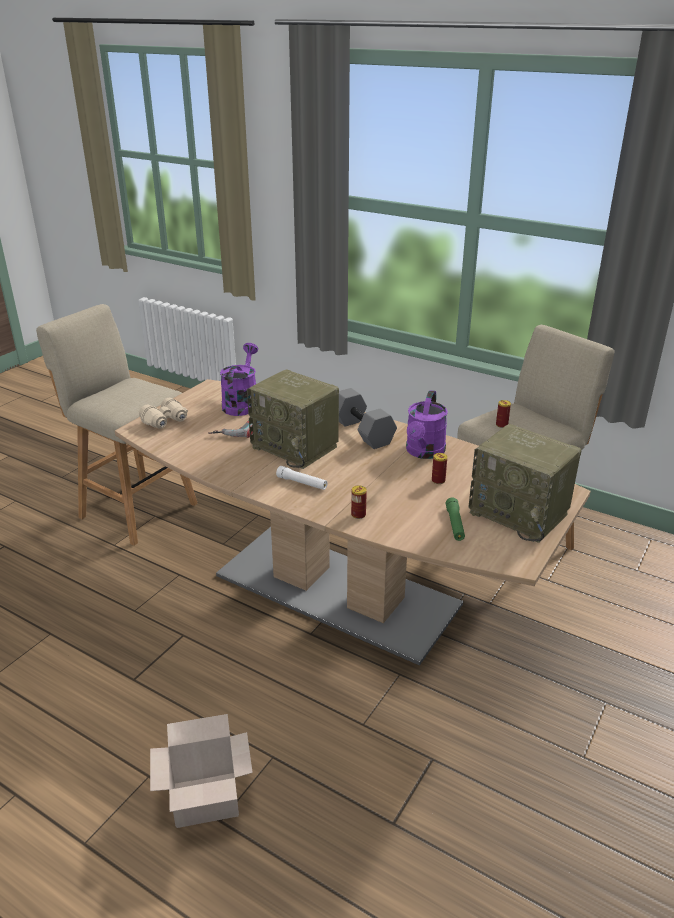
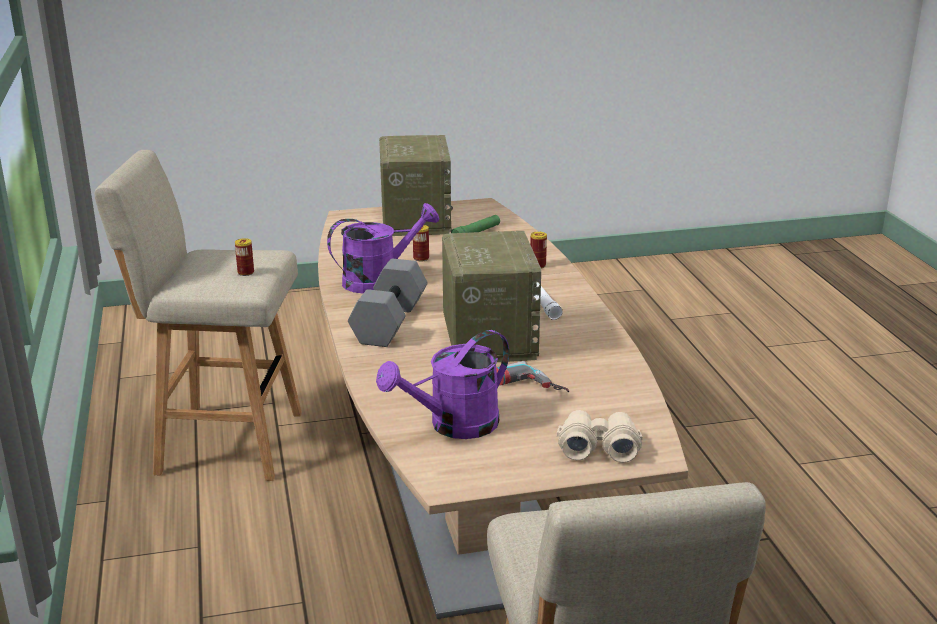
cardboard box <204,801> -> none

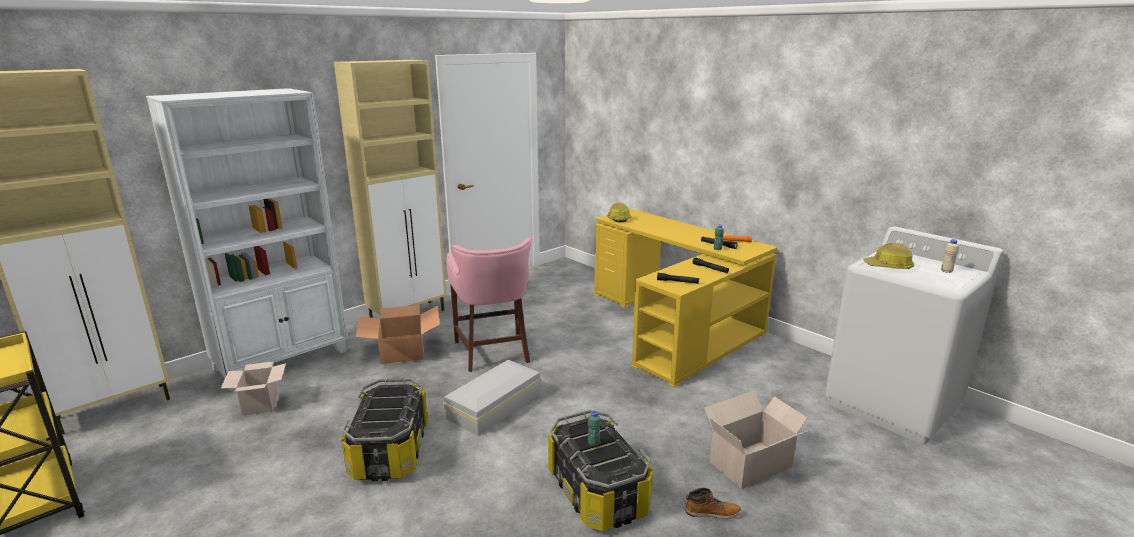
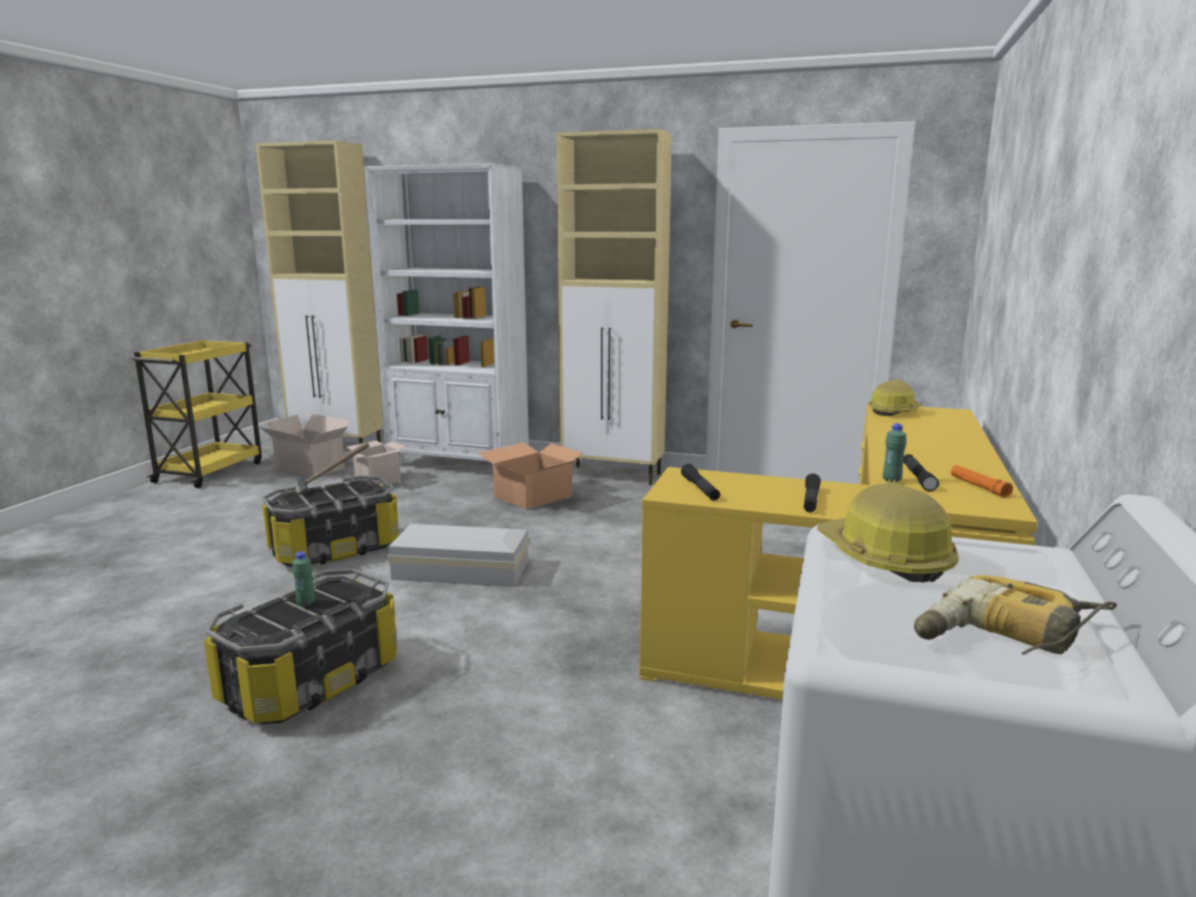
stool (pink) <493,352> -> none
boot <712,512> -> none
none -> hammer <332,489>
cardboard box <752,464> -> cardboard box <311,469>, relocated
bottle (beige) <946,271> -> power drill <1008,637>

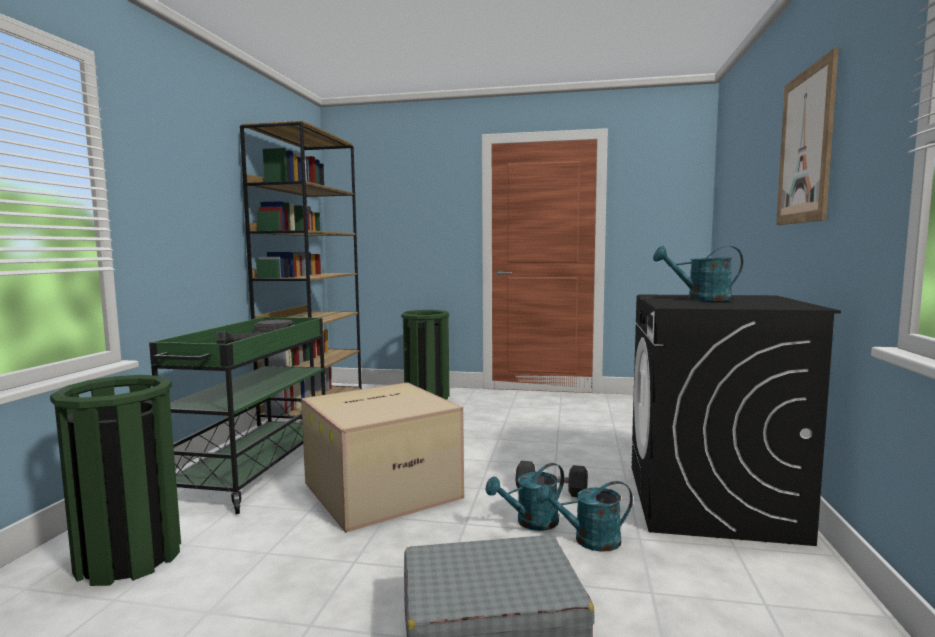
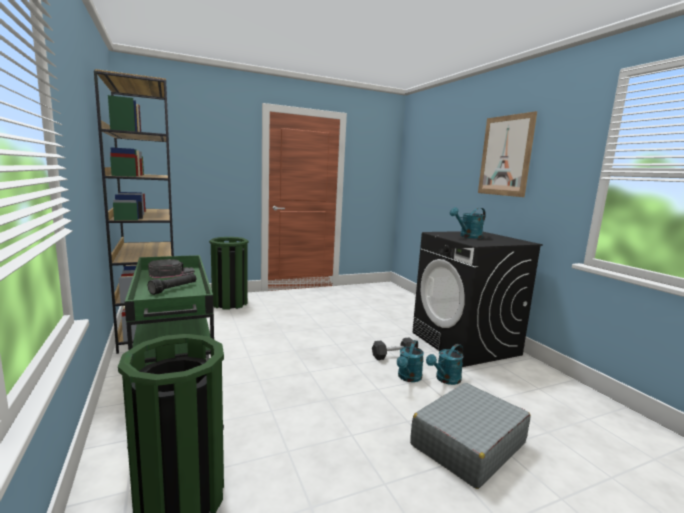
cardboard box <383,489> -> none

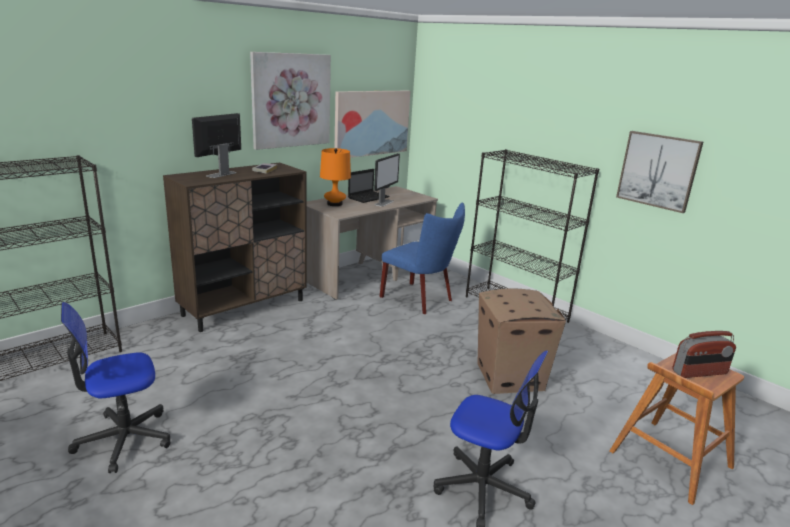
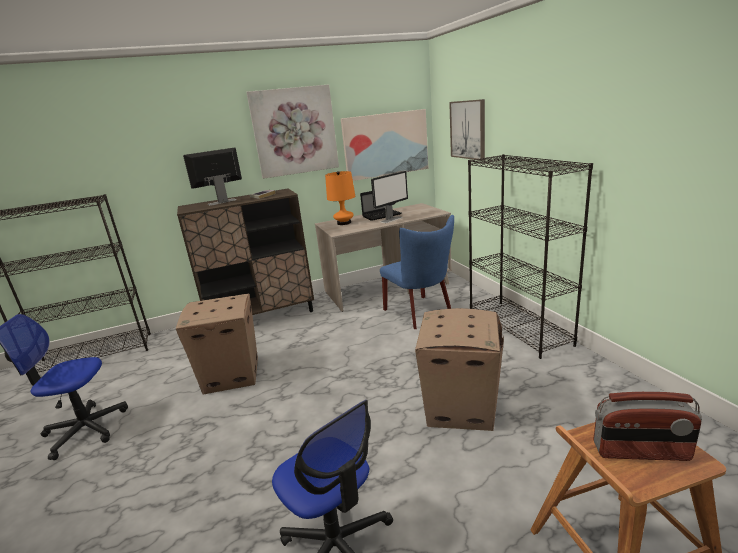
none -> cardboard box <232,375>
picture <658,170> -> picture <468,129>, relocated

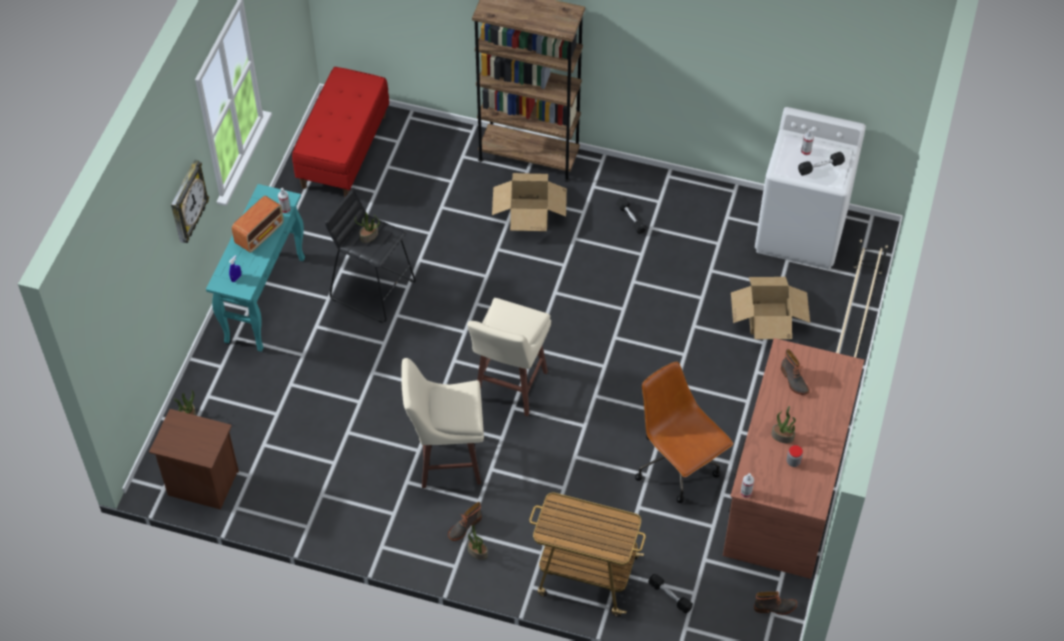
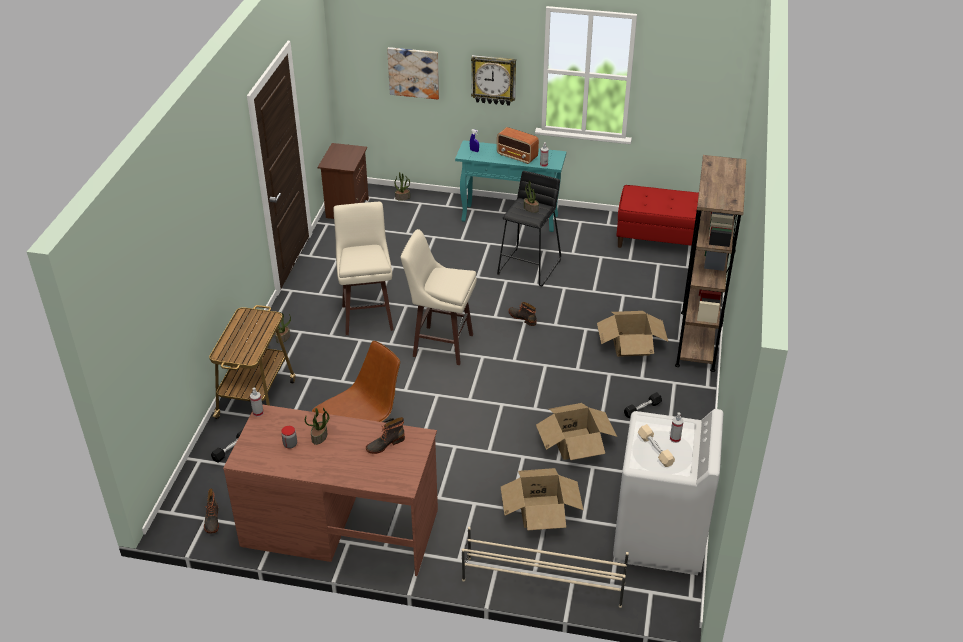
none -> picture <414,72>
none -> cardboard box <574,443>
boot <464,527> -> boot <523,317>, relocated
dumbbell (black) <820,167> -> dumbbell (beige) <655,450>

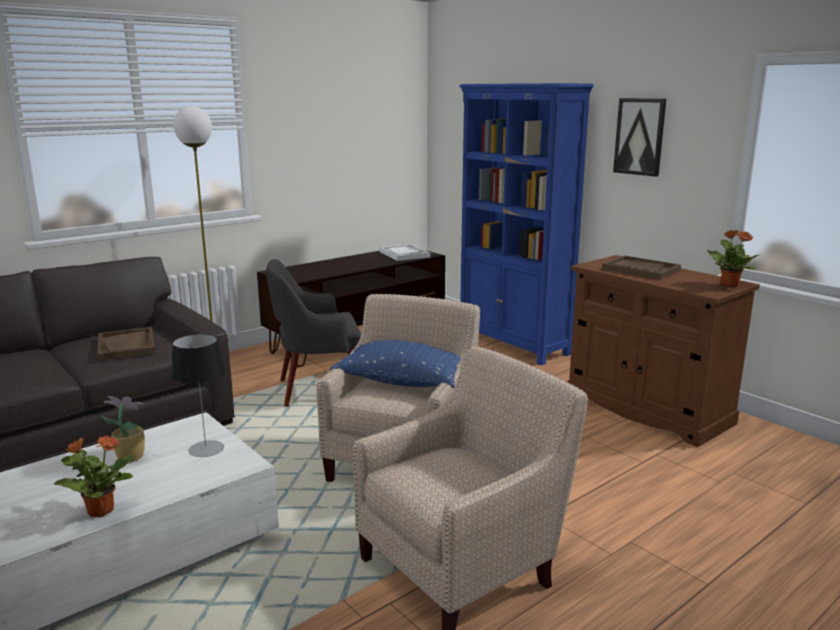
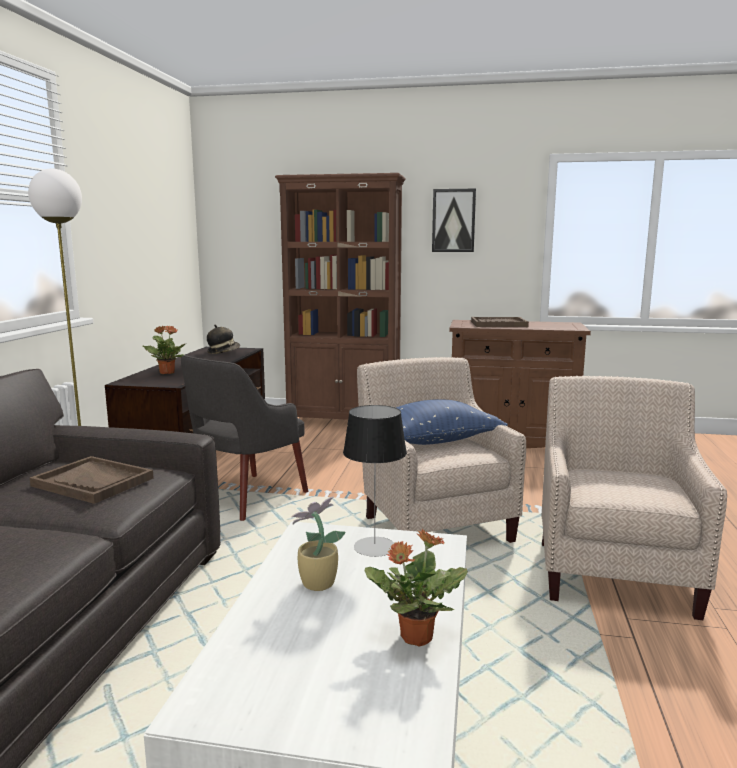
potted plant <729,284> -> potted plant <167,372>, relocated
tray (white) <404,254> -> hat <223,352>
bookcase (blue) <513,344> -> bookcase (brown) <344,422>

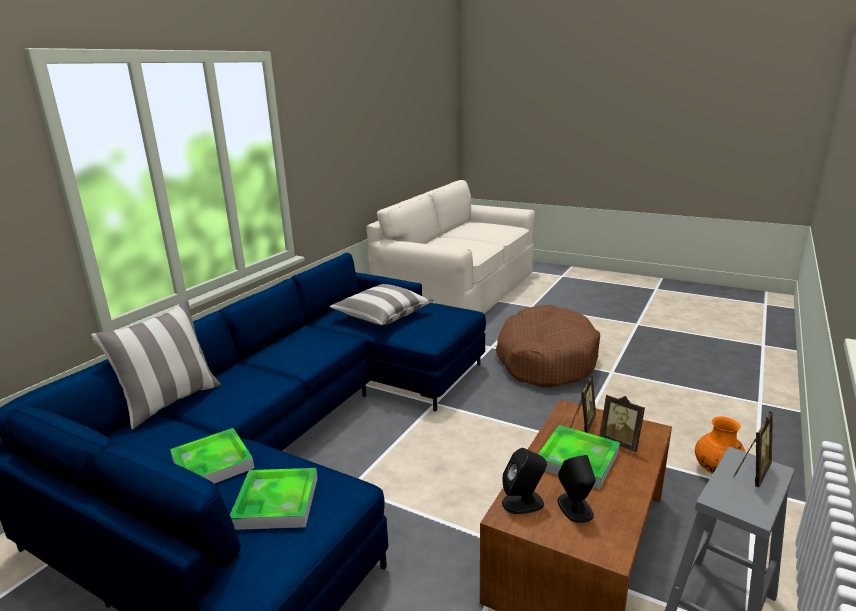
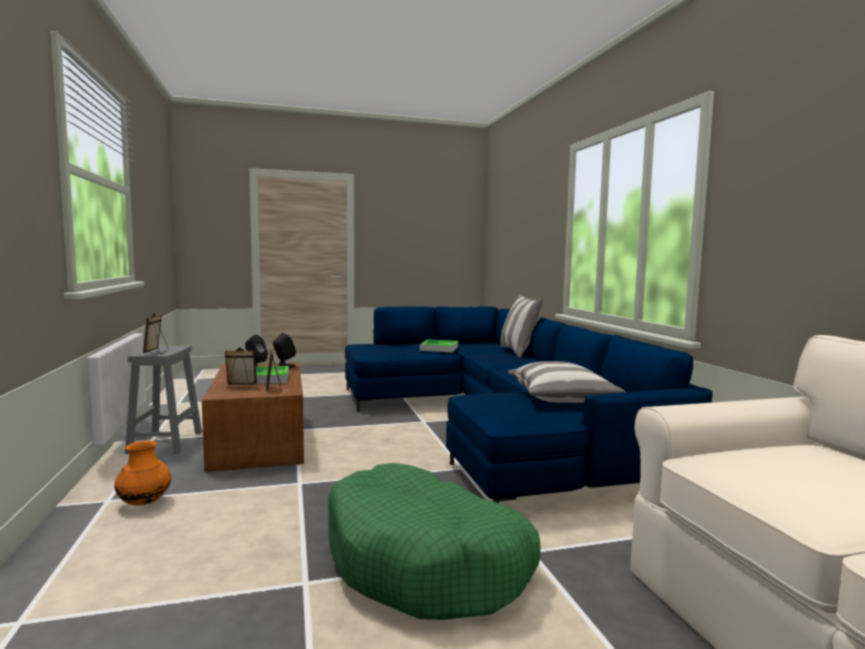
tray <276,502> -> none
dog bed (brown) <545,359> -> dog bed (green) <426,562>

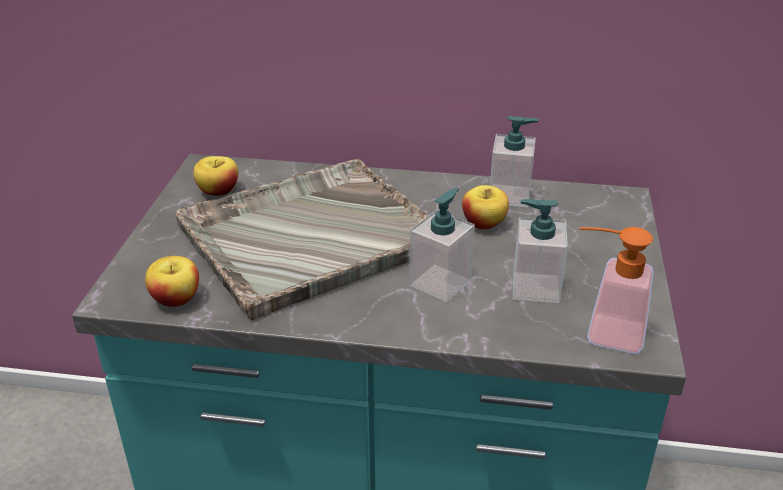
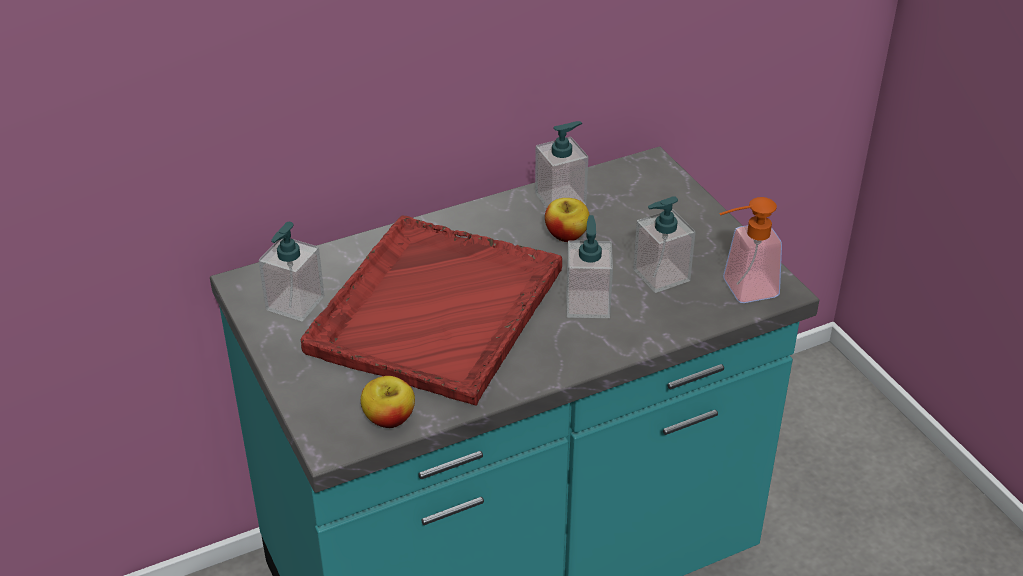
apple <218,191> -> soap dispenser <295,303>
tray (grey) <308,236> -> tray (red) <434,311>

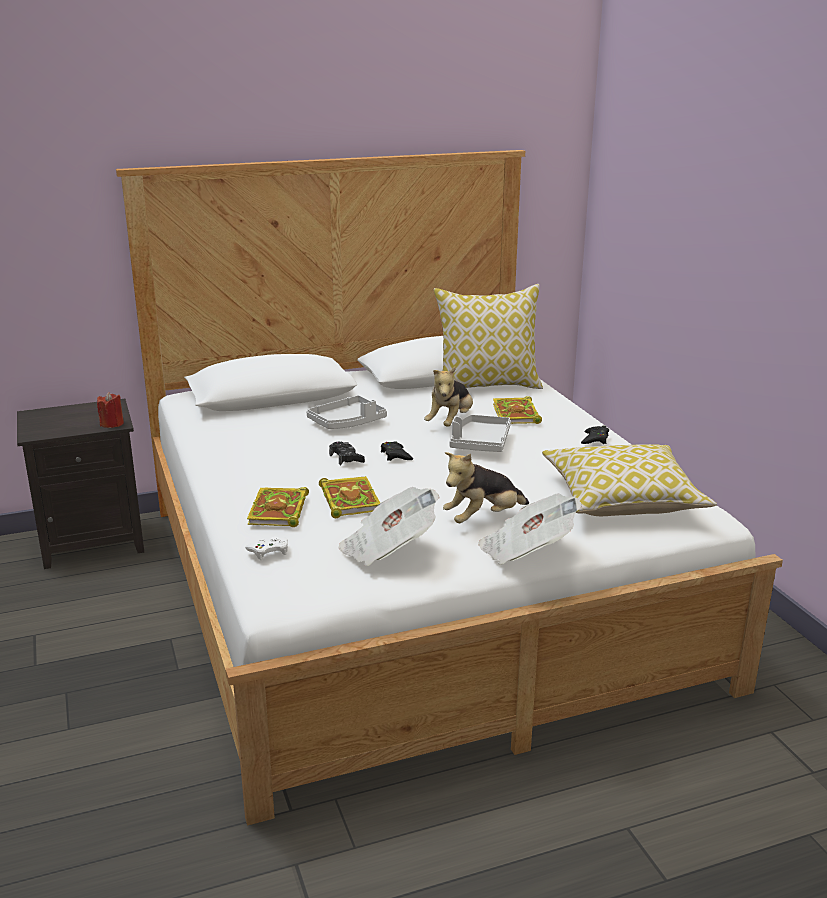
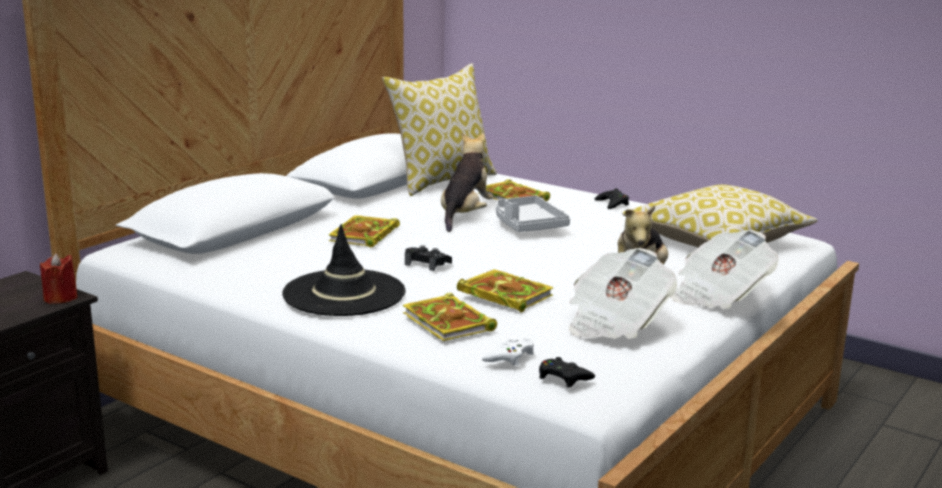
none -> hat (black) <344,293>
game controller (black) <395,455> -> game controller (black) <563,378>, relocated
tray (grey) <347,422> -> book <364,236>
plush toy <450,422> -> plush toy <465,215>, 150 degrees counterclockwise

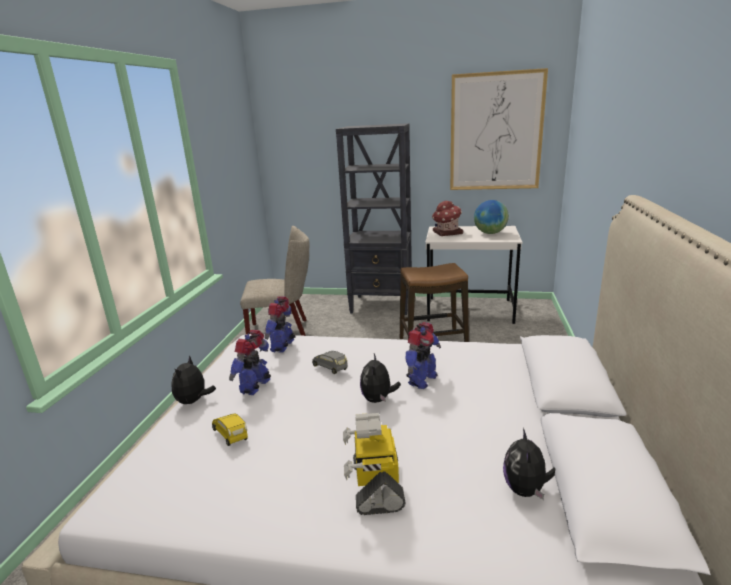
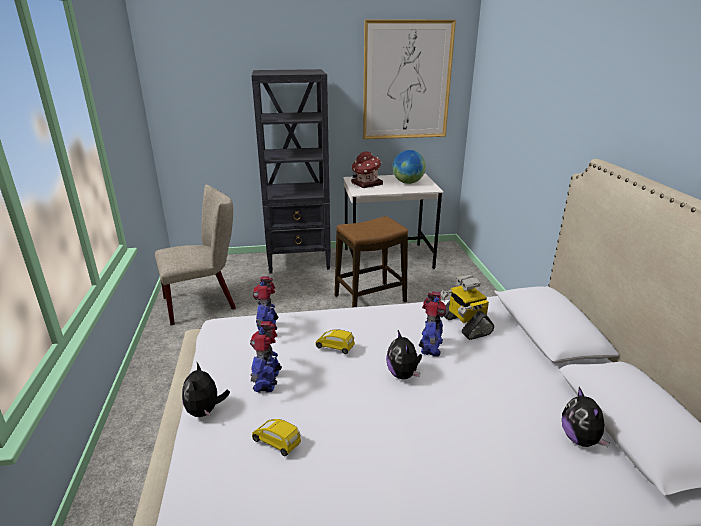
toy robot <376,485> -> toy robot <464,325>, relocated
toy car (grey) <330,368> -> toy car (yellow) <335,348>

